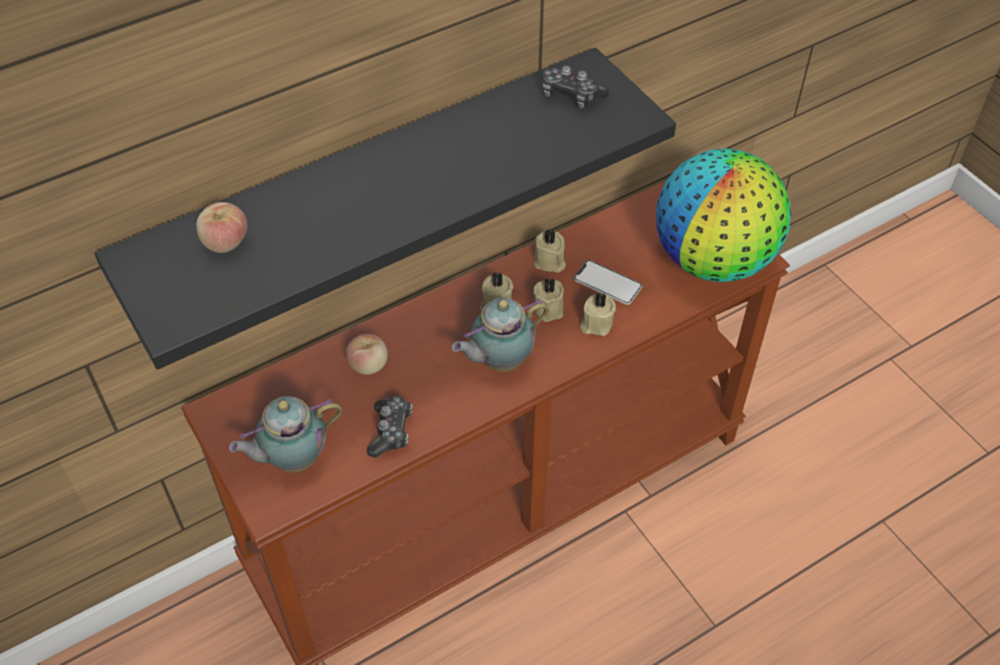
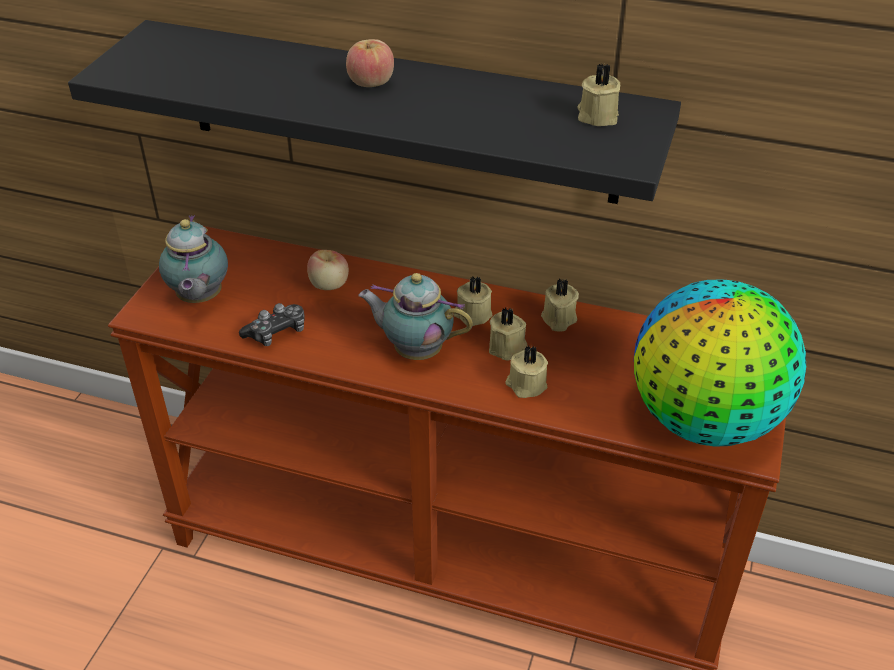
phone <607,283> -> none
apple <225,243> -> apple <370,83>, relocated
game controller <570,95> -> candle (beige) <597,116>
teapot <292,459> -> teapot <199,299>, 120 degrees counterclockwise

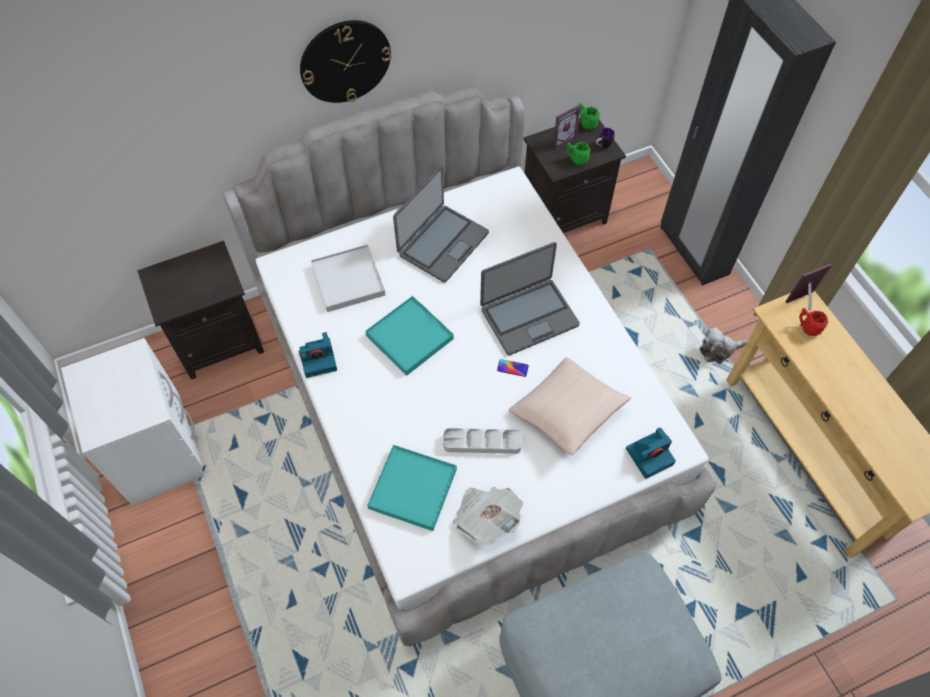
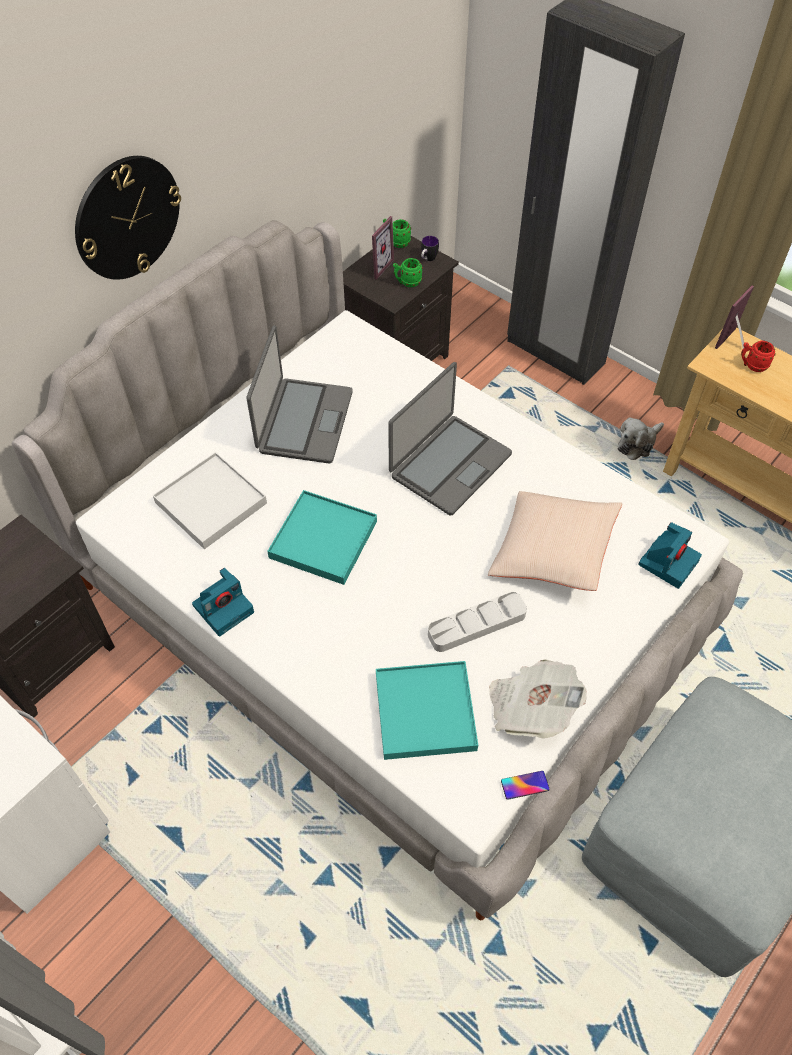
phone <512,368> -> phone <525,785>, relocated

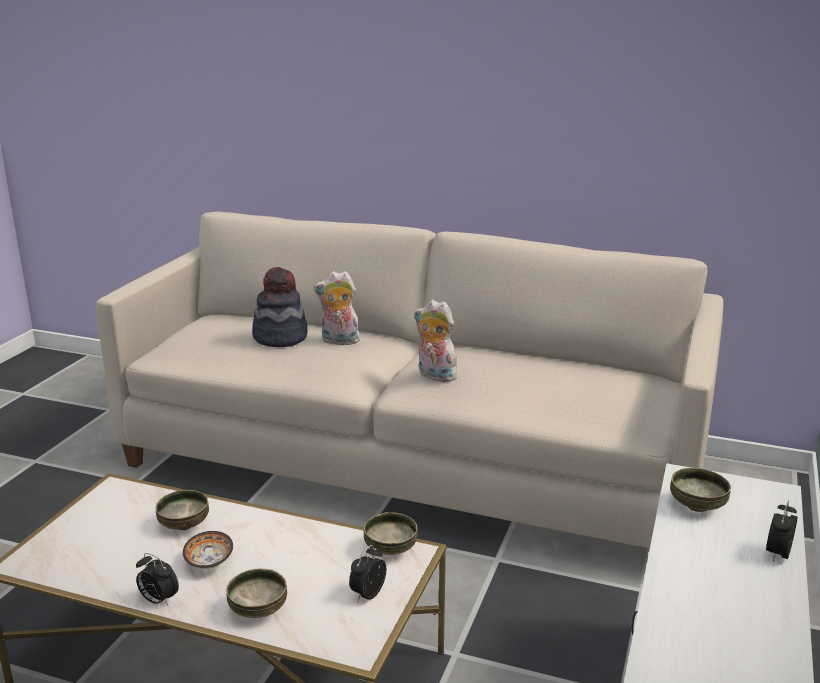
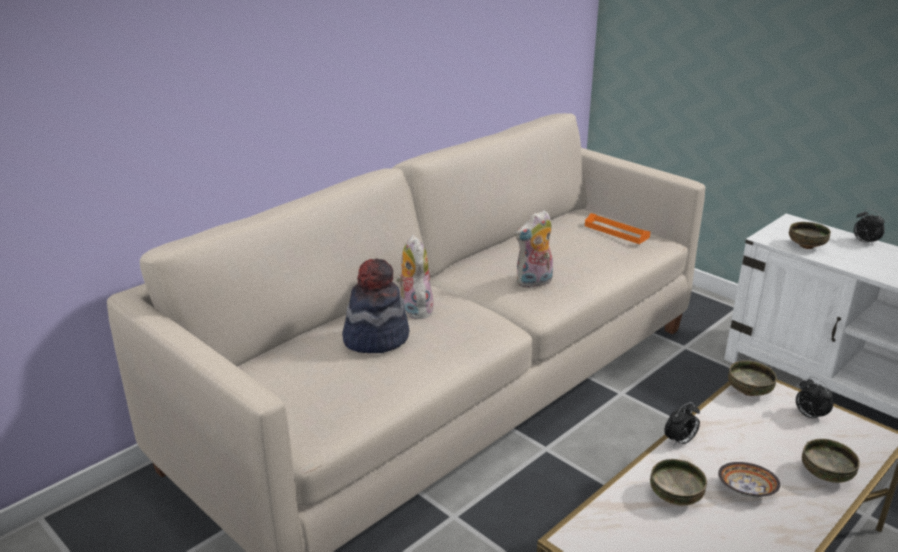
none -> tray (orange) <616,231>
alarm clock <158,600> -> alarm clock <680,441>, relocated
plush toy <339,341> -> plush toy <414,309>, 135 degrees clockwise

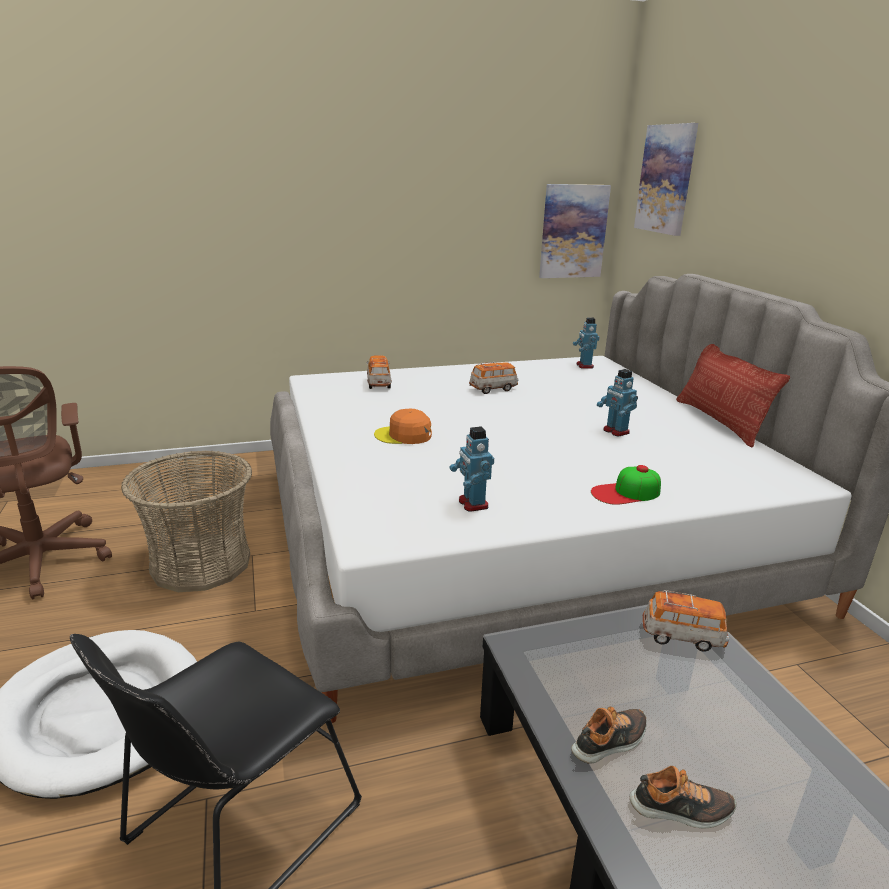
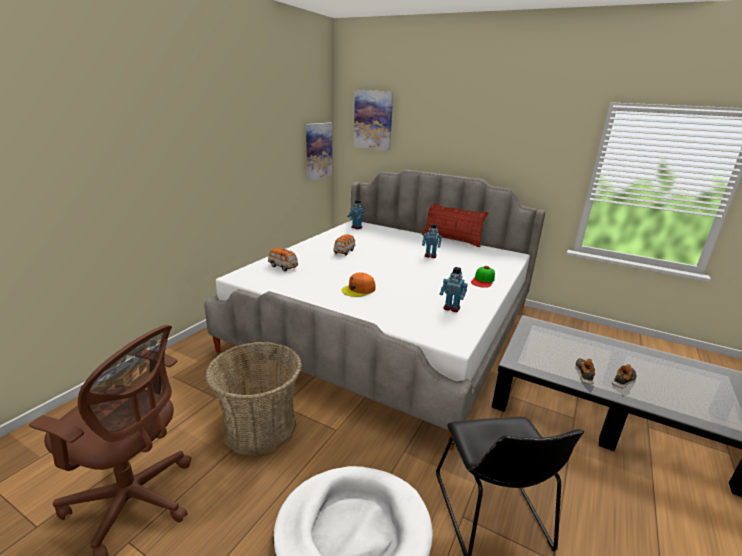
toy car <682,637> -> none

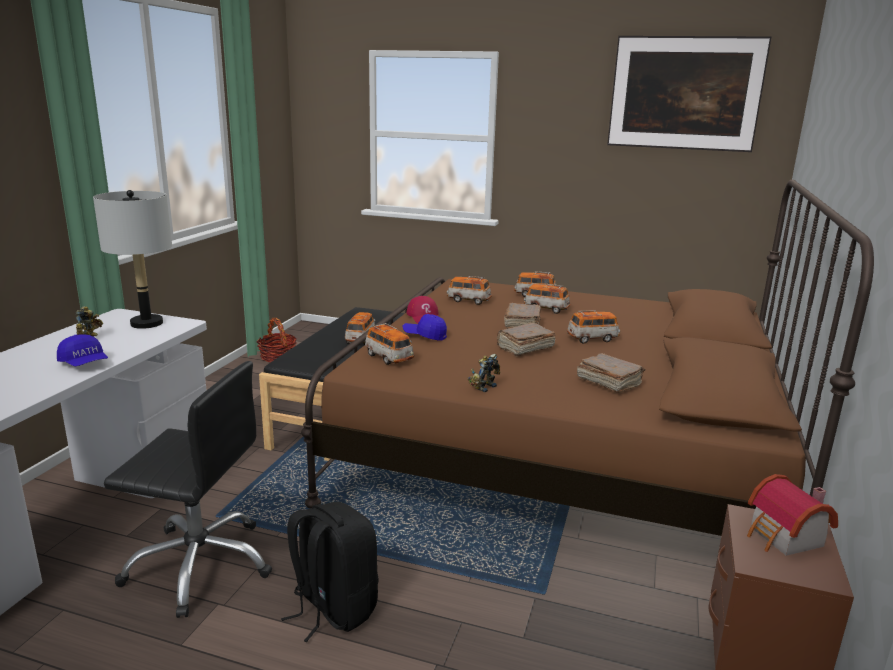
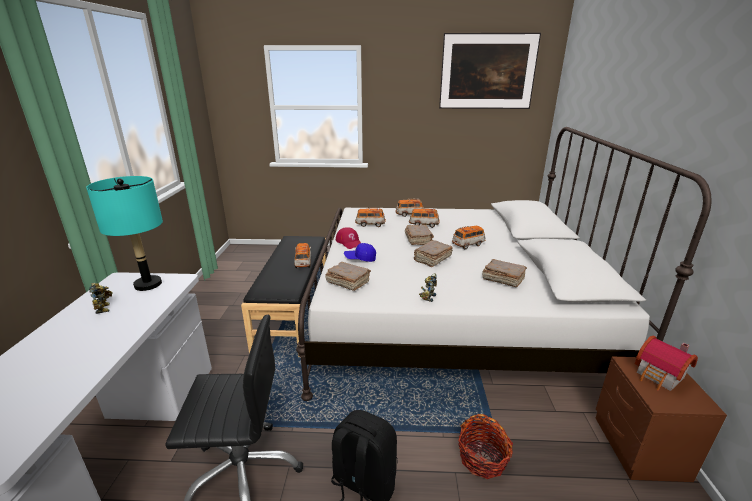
cap (blue) <84,363> -> none
basket <278,357> -> basket <482,458>, relocated
toy car <389,358> -> book (brown) <347,282>
table lamp (grey) <146,323> -> table lamp (turquoise) <148,284>
bed (brown) <563,447> -> bed (white) <449,315>

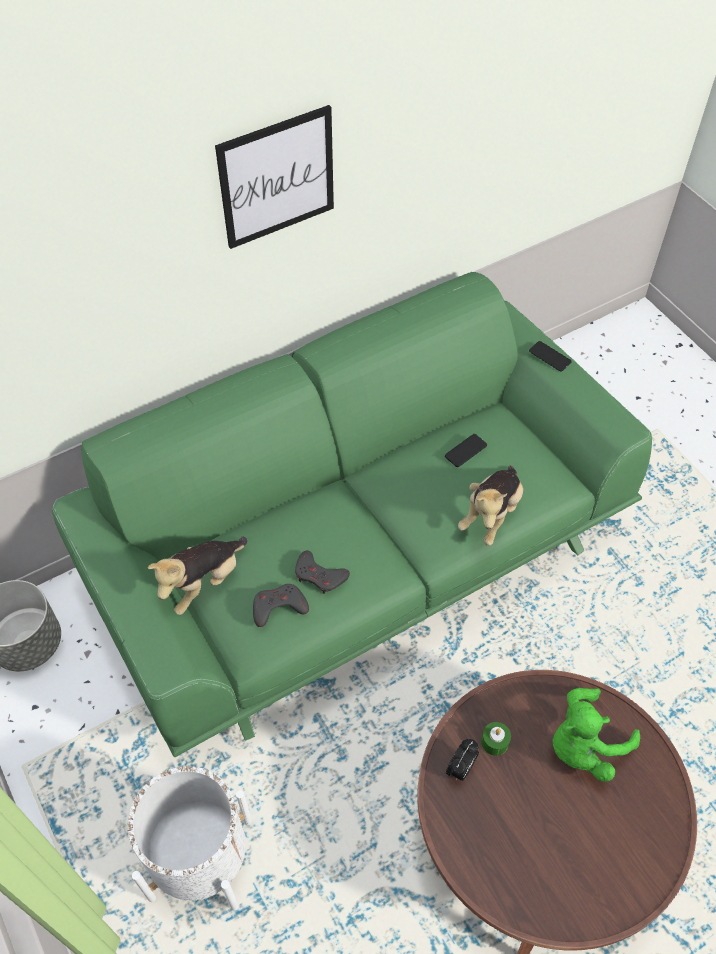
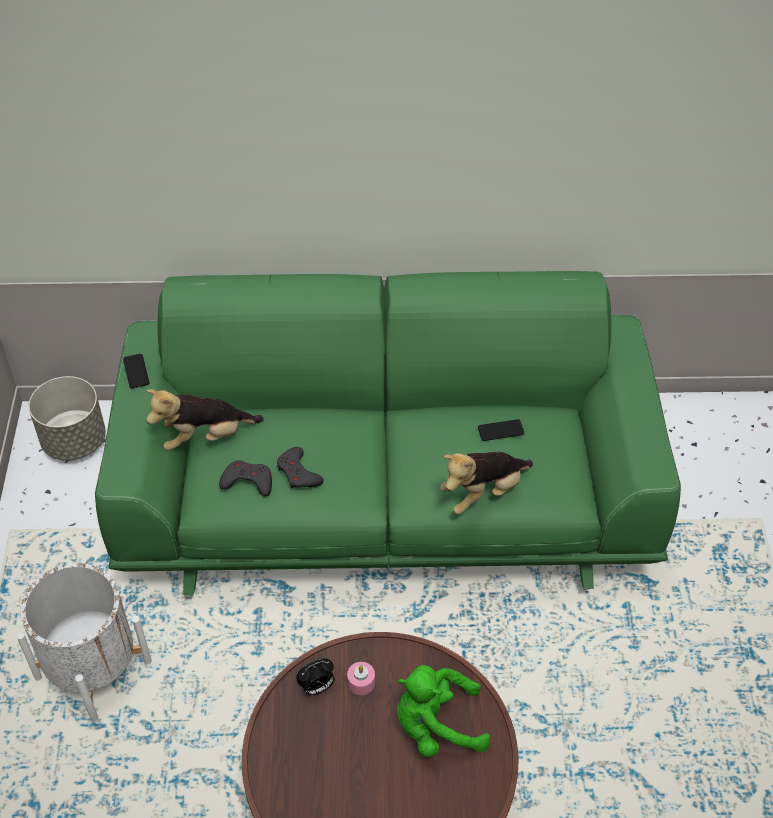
picture <277,177> -> none
phone <550,356> -> phone <136,371>, relocated
candle (green) <494,742> -> candle (pink) <361,682>

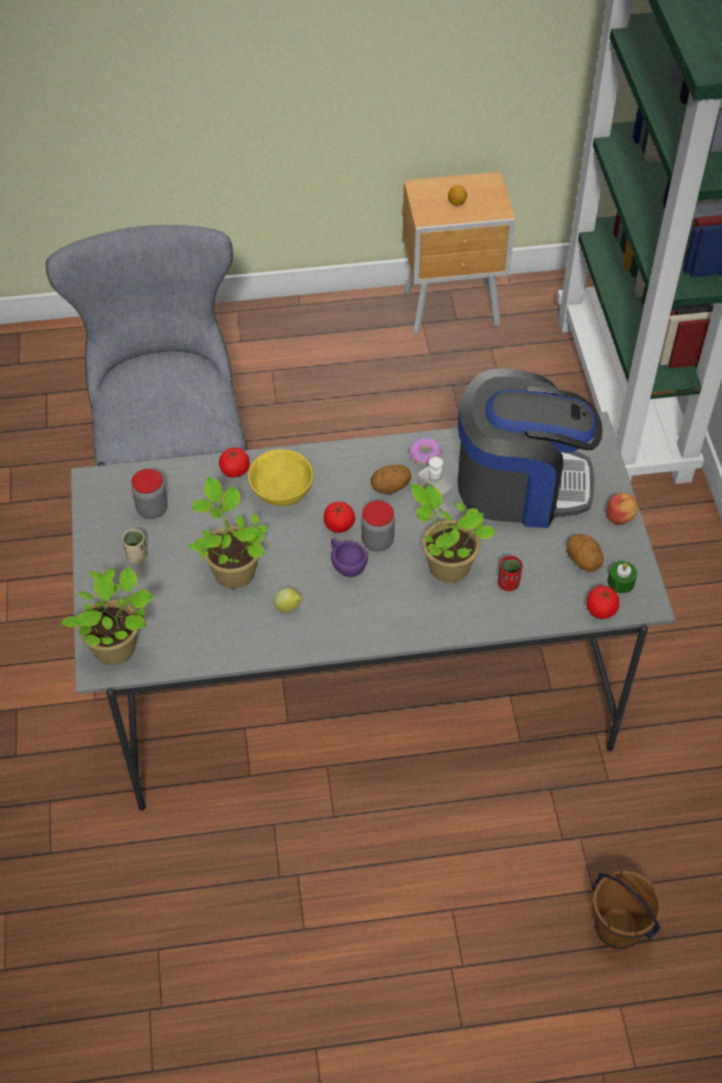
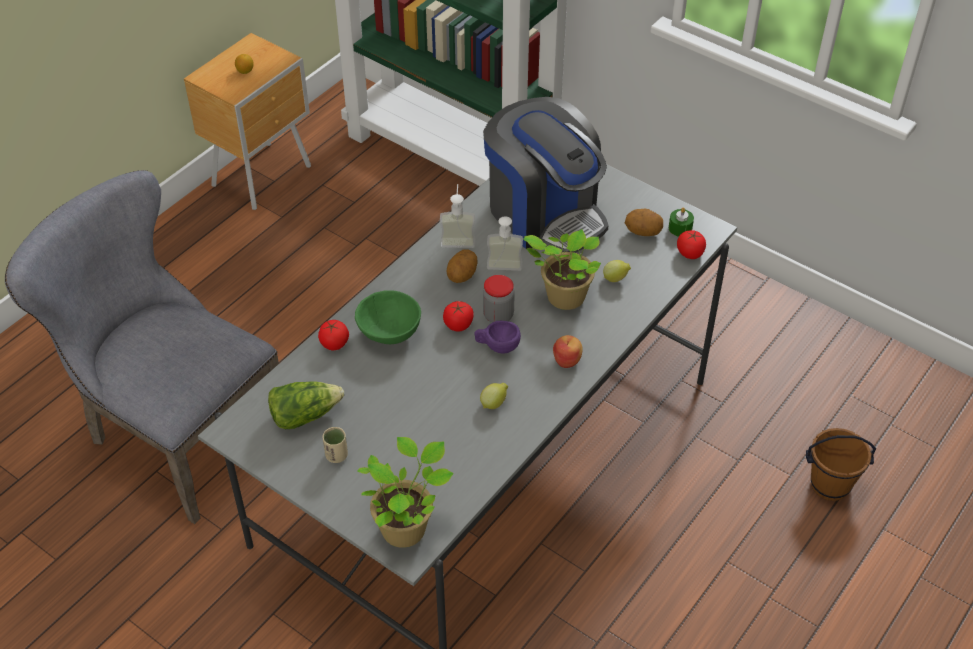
potted plant <233,570> -> none
apple <620,517> -> apple <567,360>, relocated
jar <152,509> -> lettuce <304,415>
donut <425,454> -> soap dispenser <458,238>
cup (red) <508,583> -> lemon <616,279>
bowl (yellow) <281,493> -> bowl (green) <389,334>
coffee machine <520,485> -> coffee machine <545,214>, 90 degrees clockwise

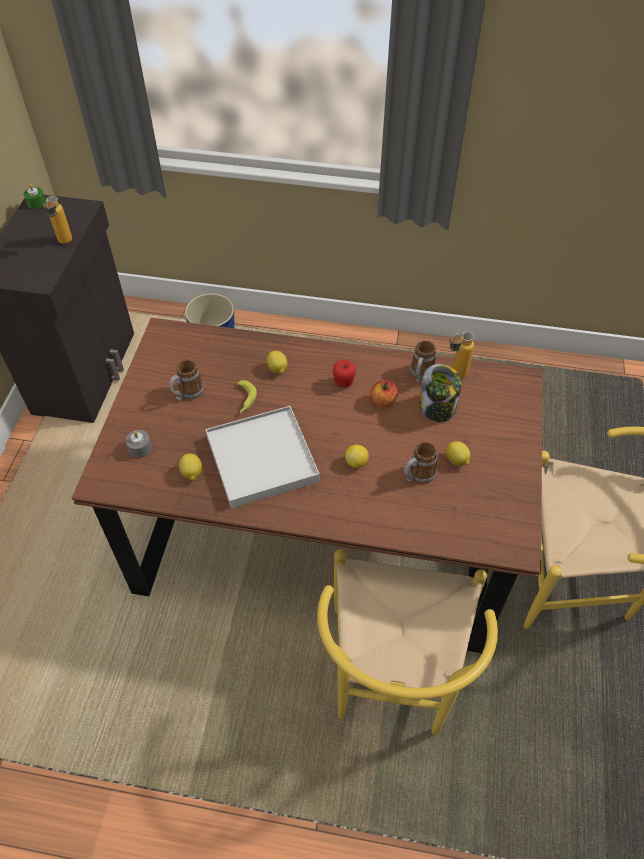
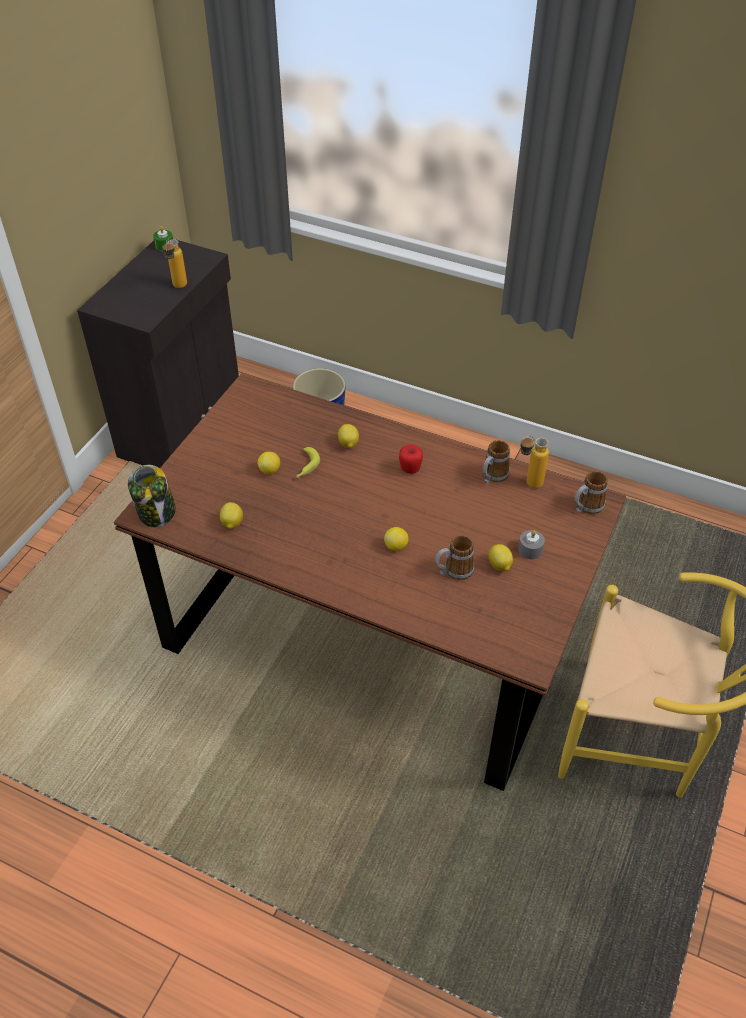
tray (white) <262,459> -> none
chair (yellow) <392,681> -> none
apple <383,401> -> none
none -> lemon <270,470>
candle (grey) <140,448> -> candle (grey) <530,549>, relocated
mug <187,393> -> mug <586,507>, relocated
jar <437,407> -> jar <157,512>, relocated

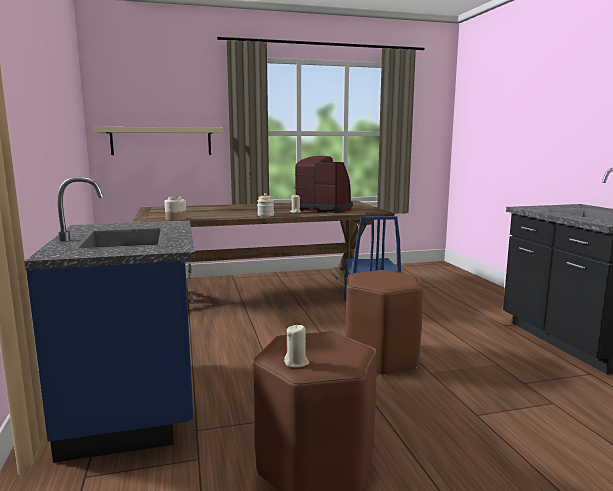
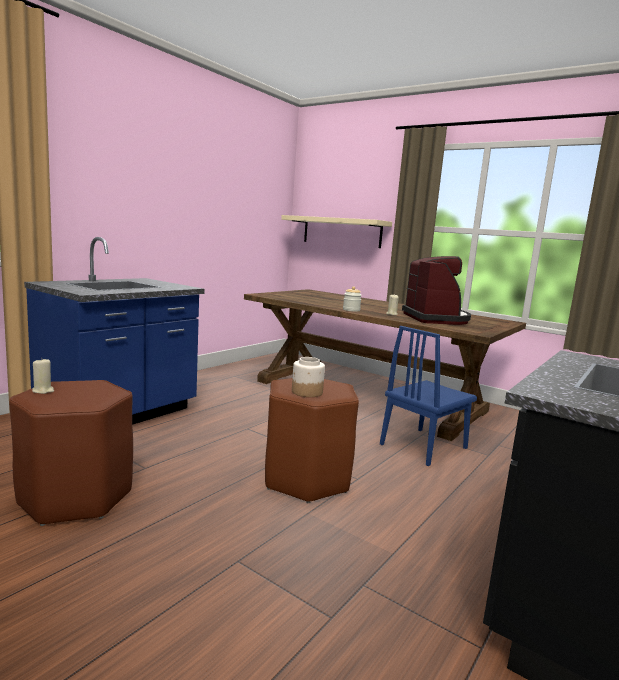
jar <176,219> -> jar <307,392>, relocated

